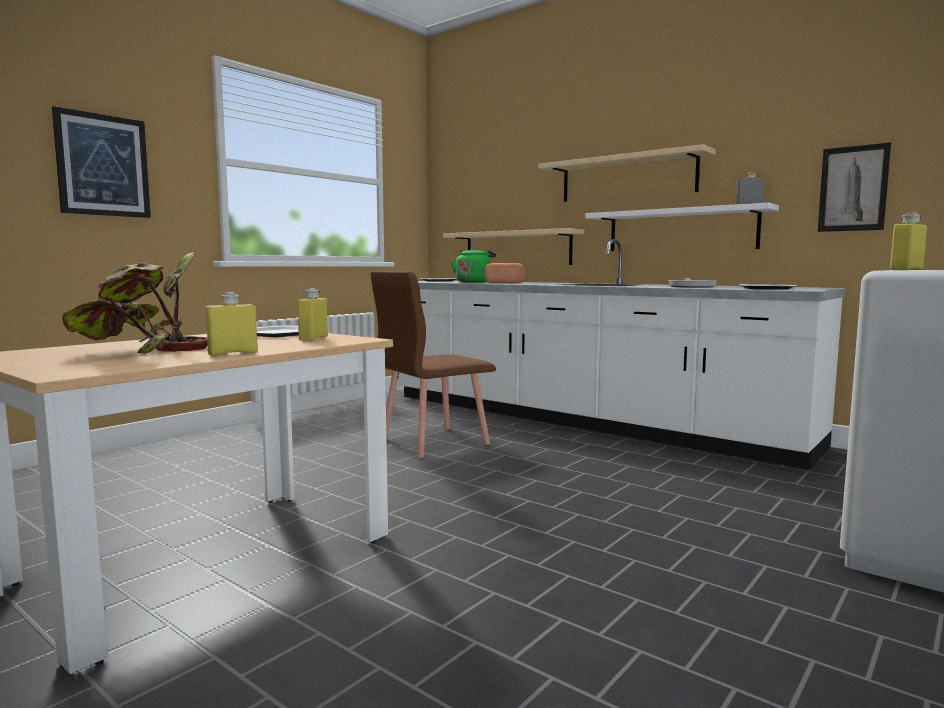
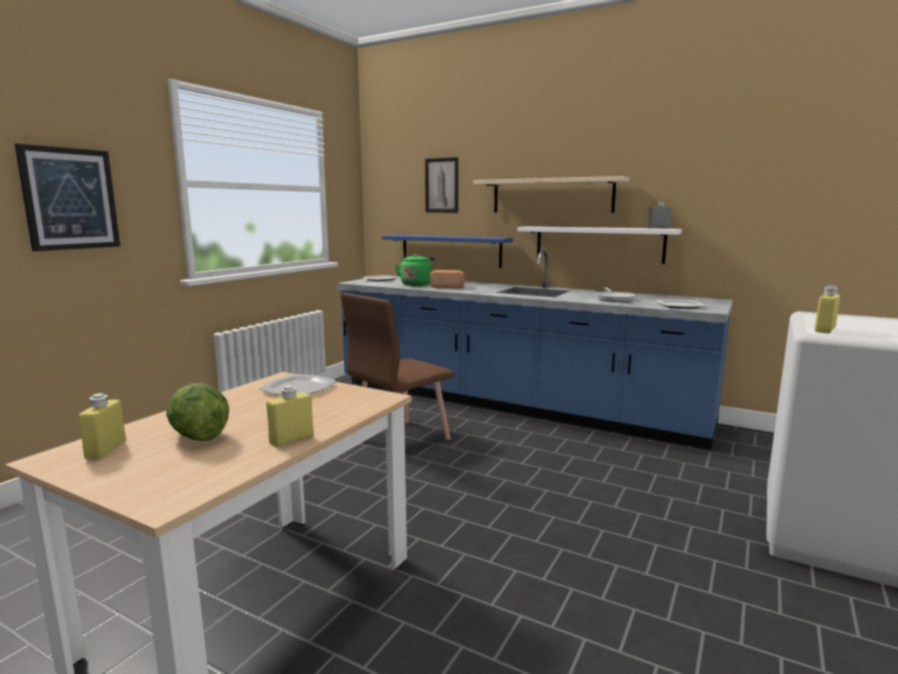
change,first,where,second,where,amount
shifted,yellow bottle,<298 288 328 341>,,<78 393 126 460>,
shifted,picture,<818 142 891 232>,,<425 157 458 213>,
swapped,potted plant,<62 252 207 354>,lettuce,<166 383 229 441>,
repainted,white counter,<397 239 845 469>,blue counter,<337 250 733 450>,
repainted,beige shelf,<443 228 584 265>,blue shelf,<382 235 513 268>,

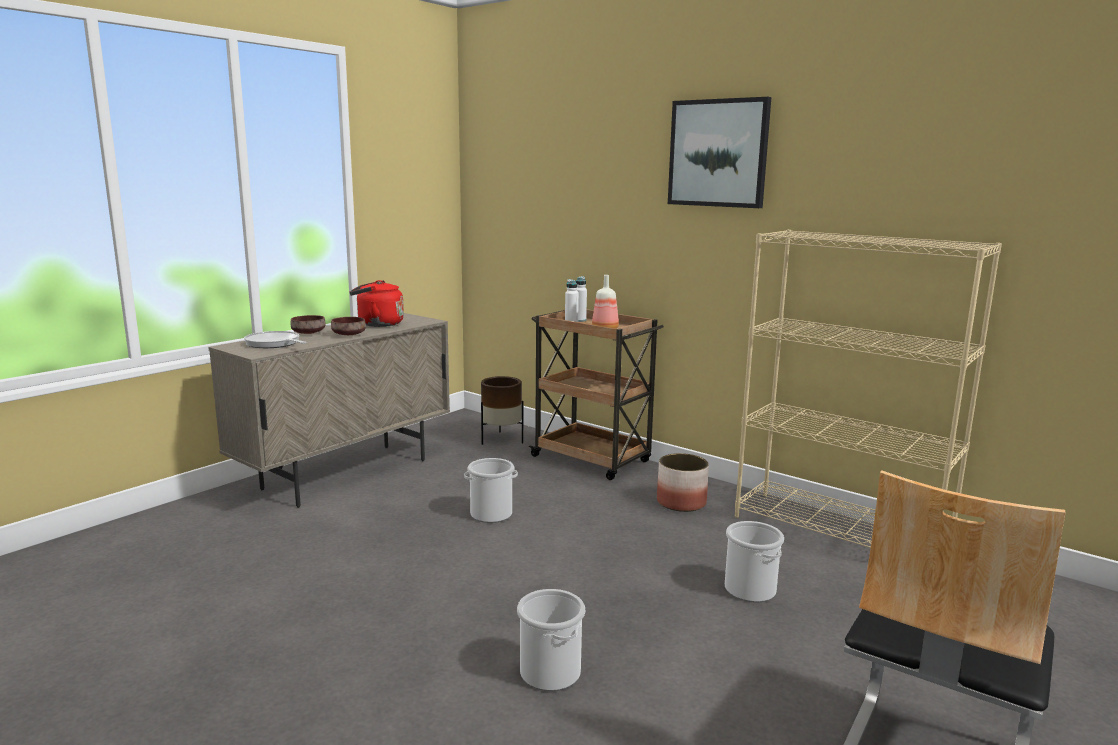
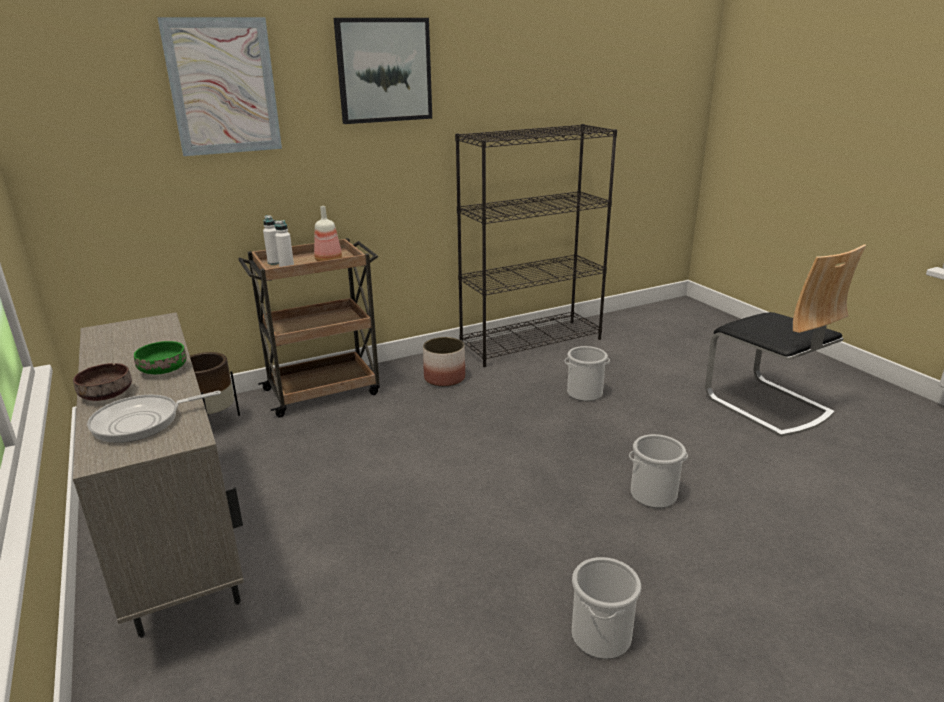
change,first,where,second,where,amount
gone,red kettle,<349 280 404 327>,,,
new,,,picture,<157 17 282 156>,
shifted,bucket,<464 458 518 523>,,<572 557 641 659>,
repainted,brown bowl,<331 317 366 335>,green bowl,<134 341 187 374>,
repainted,beige bookcase,<735 230 1002 548>,black bookcase,<455 124 617 367>,

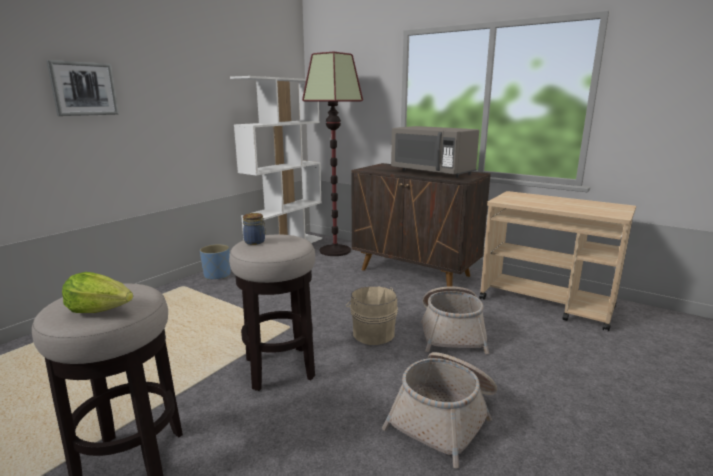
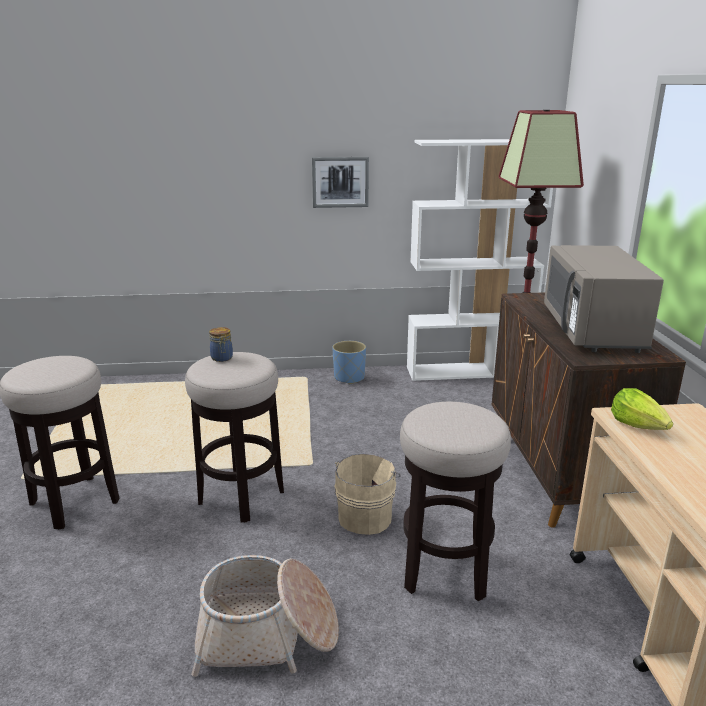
change,first,where,second,where,amount
shifted,picture,<46 60 119 116>,,<312 157 369 208>,
shifted,lettuce,<62 272 133 313>,,<611 388 673 430>,
swapped,basket,<421 287 489 354>,stool,<400 402 511 601>,

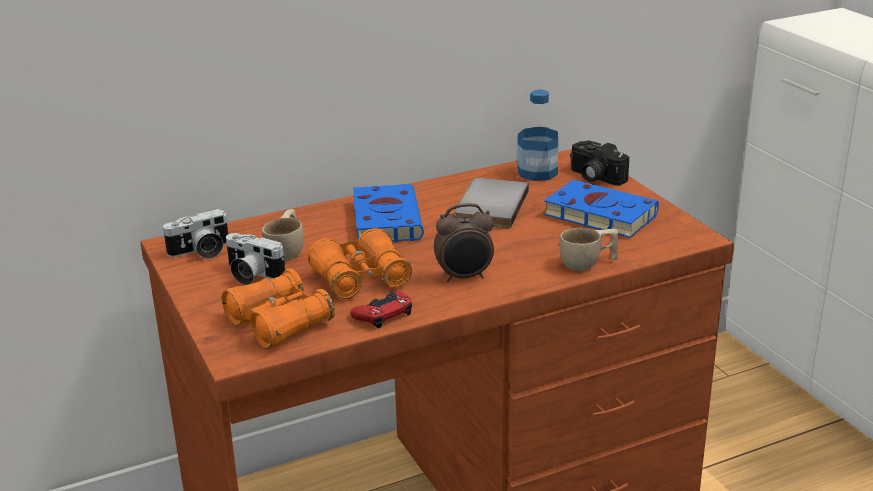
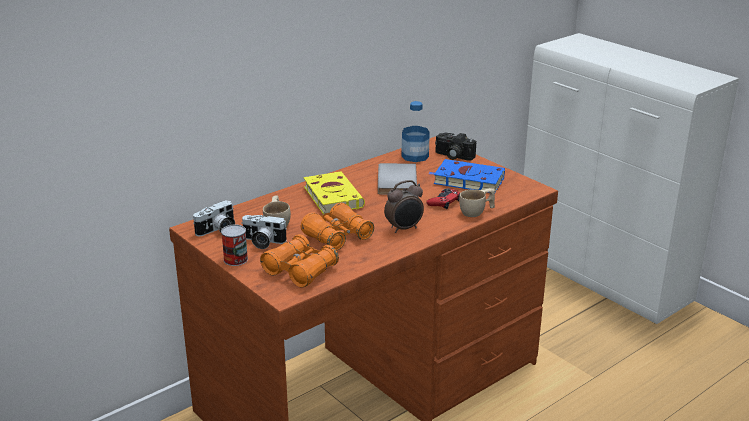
change,first,where,second,where,amount
new,,,can,<221 225 248 266>,
shifted,red game controller,<350 291 412 328>,,<426 188 460 209>,
repainted,blue book,<353 184 424 242>,yellow book,<303 172 365 214>,

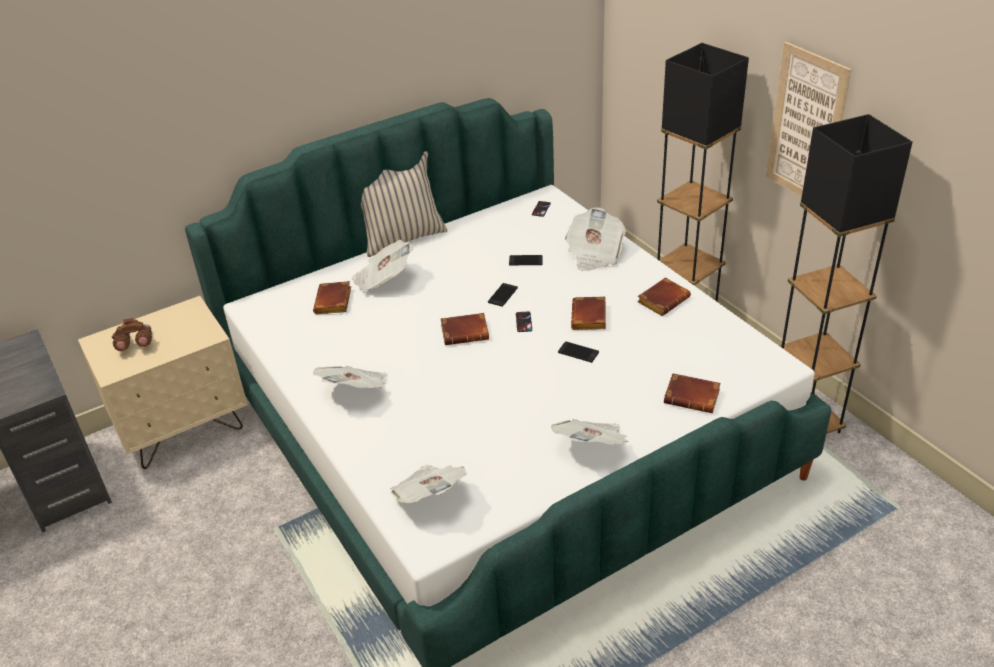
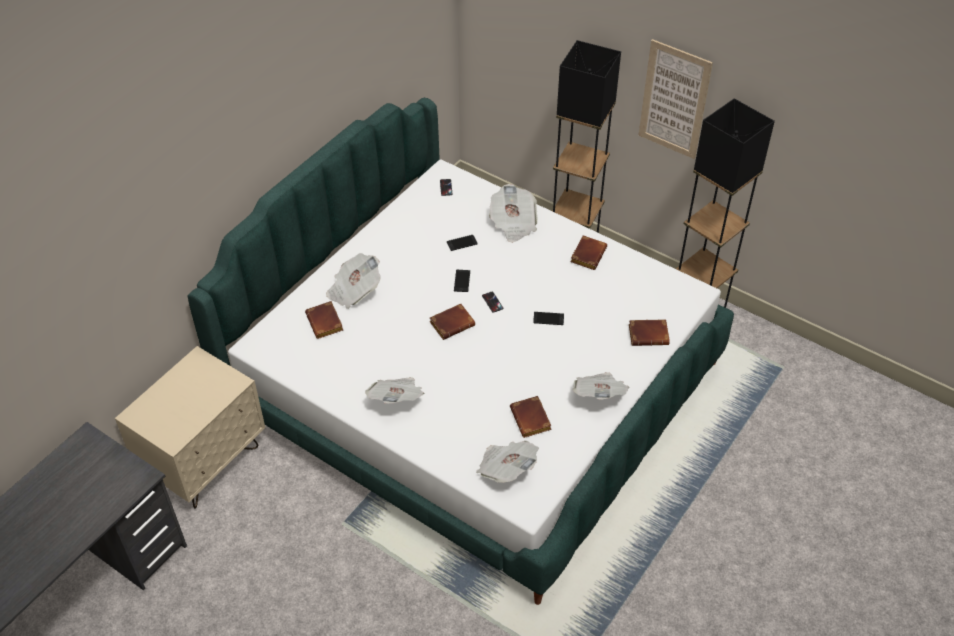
change,first,where,second,where,amount
gone,brown binoculars,<112 318 152 351>,,,
gone,beige pillow,<361 151 447 257>,,,
shifted,brown book,<571 296 606 330>,,<510 396 552 438>,

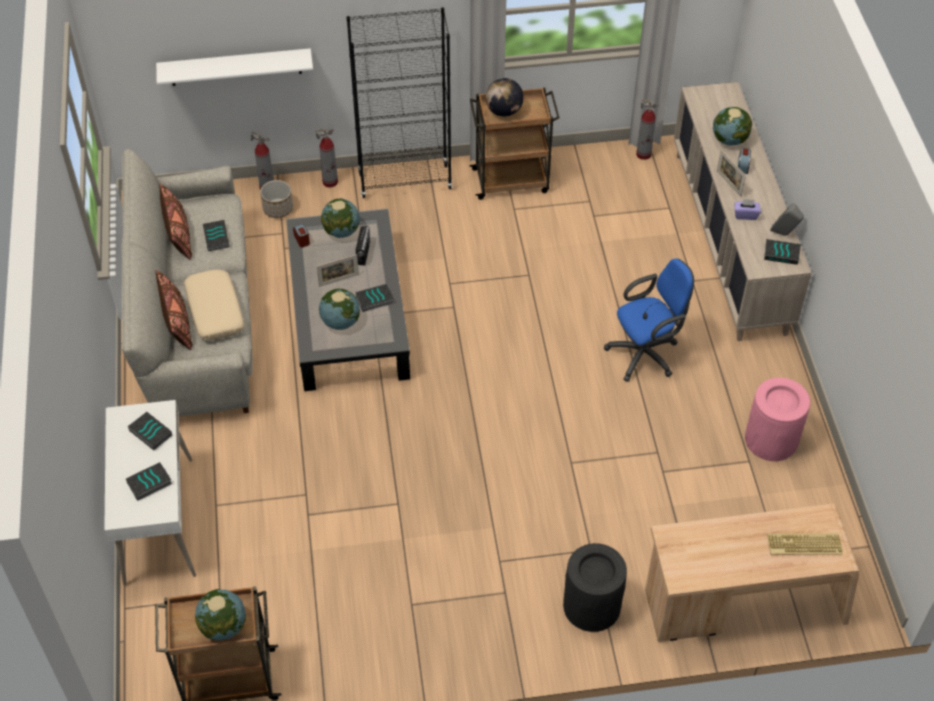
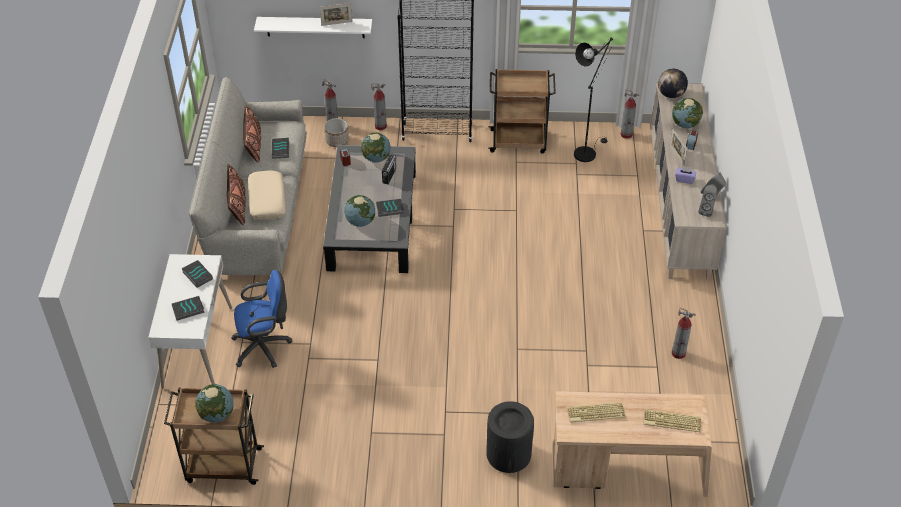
change,first,where,second,where,amount
new,,,keyboard,<566 402 626 422>,
new,,,black floor lamp,<574 38 614 162>,
shifted,picture frame,<316 254 359 287>,,<320 3 353 26>,
shifted,globe,<485 78 524 117>,,<658 69 688 98>,
shifted,blue office chair,<604 259 694 382>,,<231 270 293 368>,
swapped,pink trash can,<745 378 810 461>,fire extinguisher,<672 308 696 359>,
swapped,book,<764 239 801 265>,grey speaker,<698 184 717 217>,

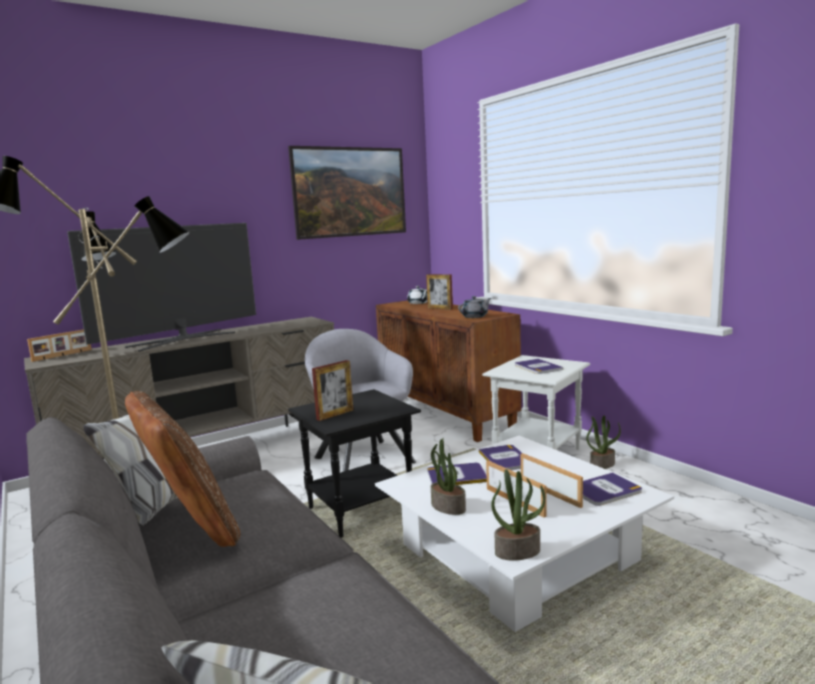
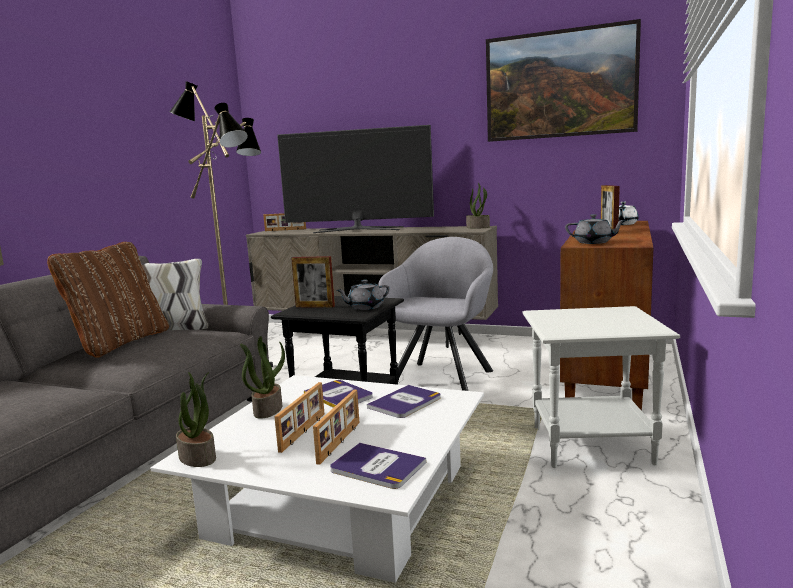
change,first,where,second,where,amount
gone,book,<515 359 563 374>,,,
new,,,grey teapot,<336 280 390 310>,
shifted,potted plant,<586 416 621 469>,,<466 183 490 228>,

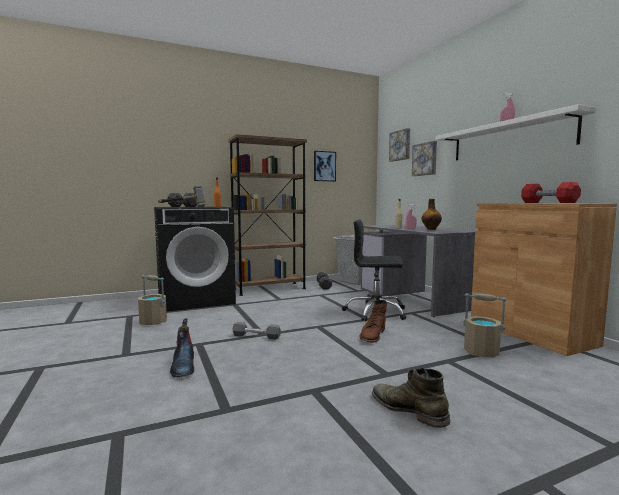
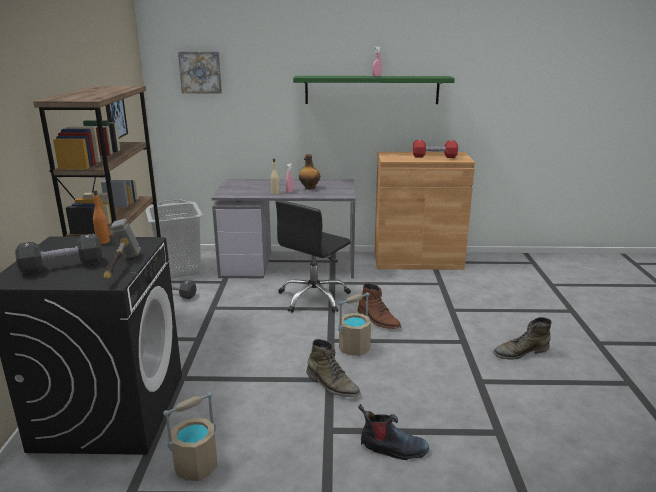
change,first,where,second,where,amount
gone,picture,<412 141 437 176>,,,
shifted,beige bucket,<463 293 506 357>,,<338 293 371 356>,
swapped,grey dumbbell,<232 322 281 339>,green boot,<306 339 361 397>,
repainted,white shelf,<436 104 596 161>,green shelf,<293 76 455 104>,

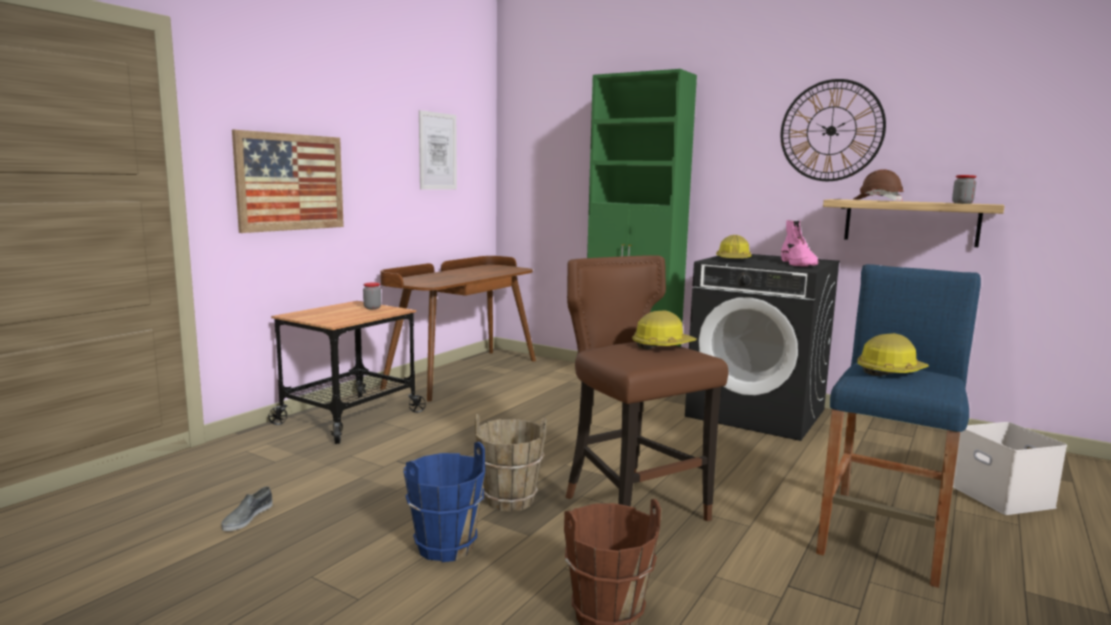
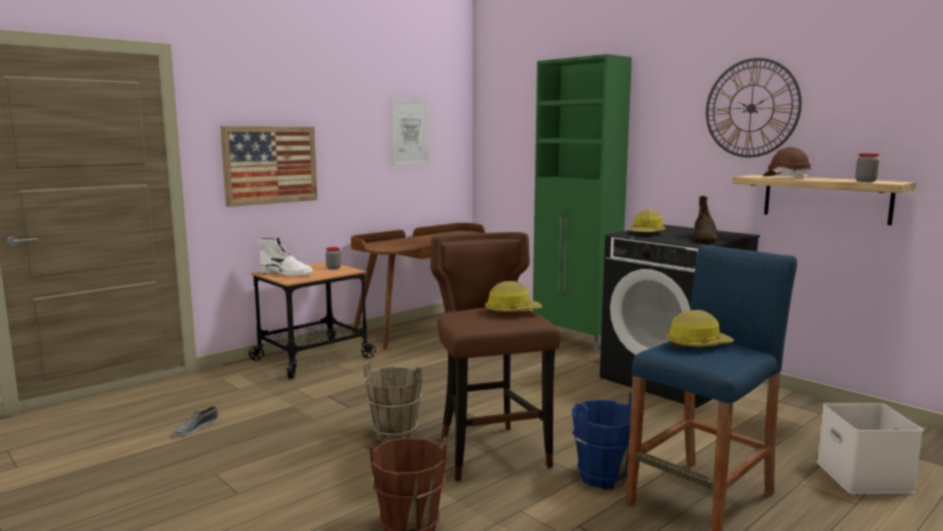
change,first,where,second,where,amount
new,,,white boot,<259 238 313 277>,
shifted,blue bucket,<403 442 485 562>,,<572 393 632 489>,
repainted,pink boot,<781 220 818 267>,brown boot,<693 196 719 241>,

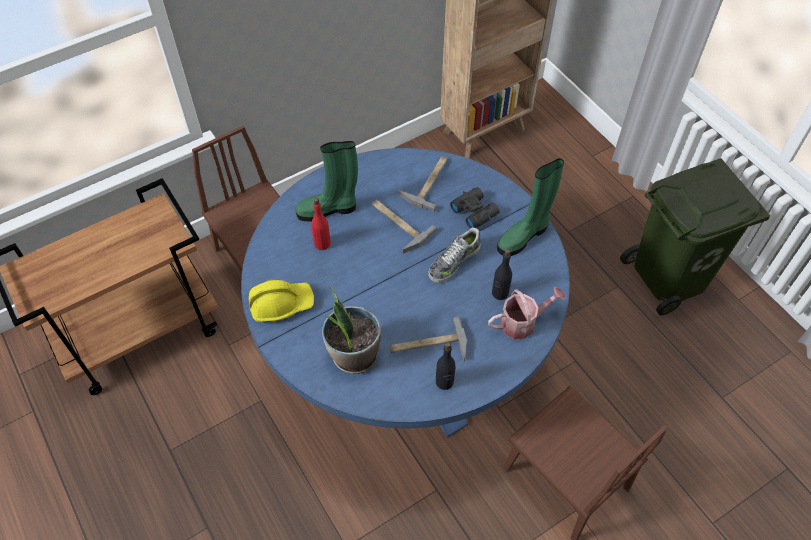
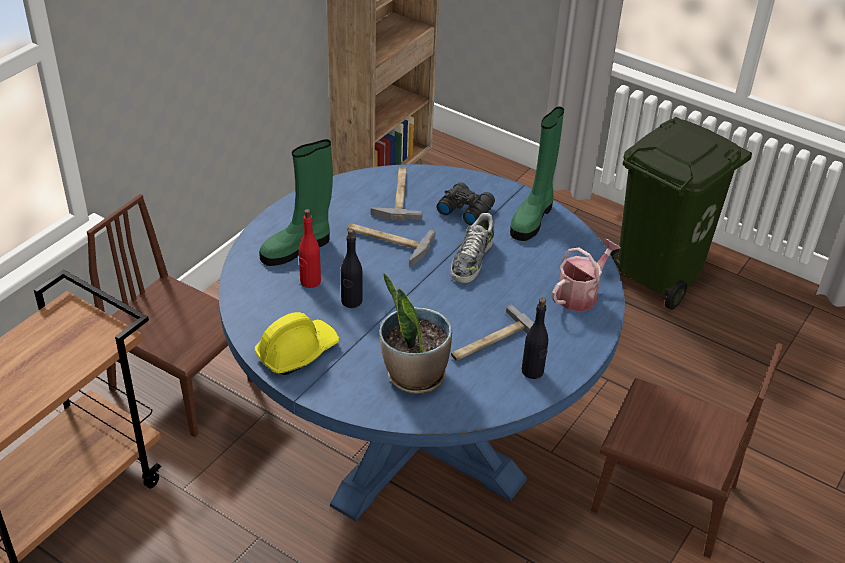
change,first,where,second,where,amount
shifted,black bottle,<492 249 512 300>,,<341 229 362 308>,

